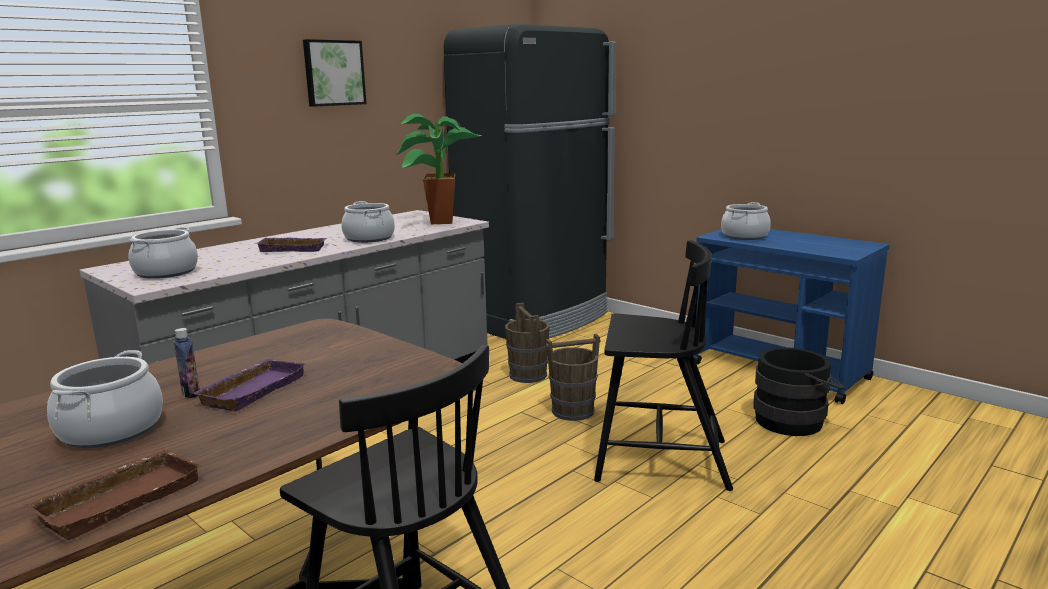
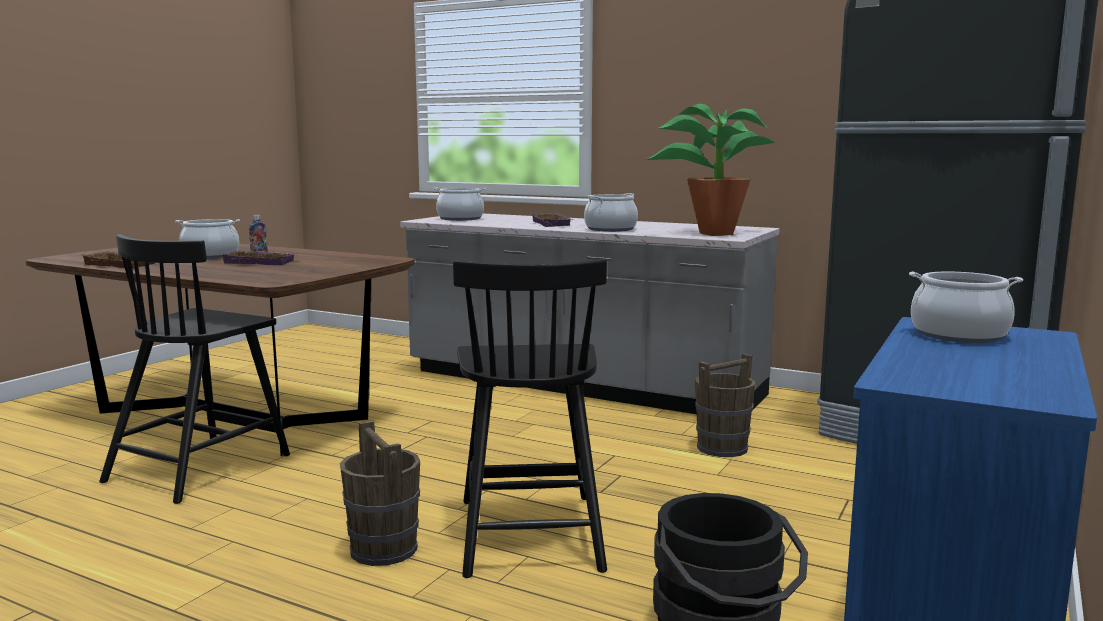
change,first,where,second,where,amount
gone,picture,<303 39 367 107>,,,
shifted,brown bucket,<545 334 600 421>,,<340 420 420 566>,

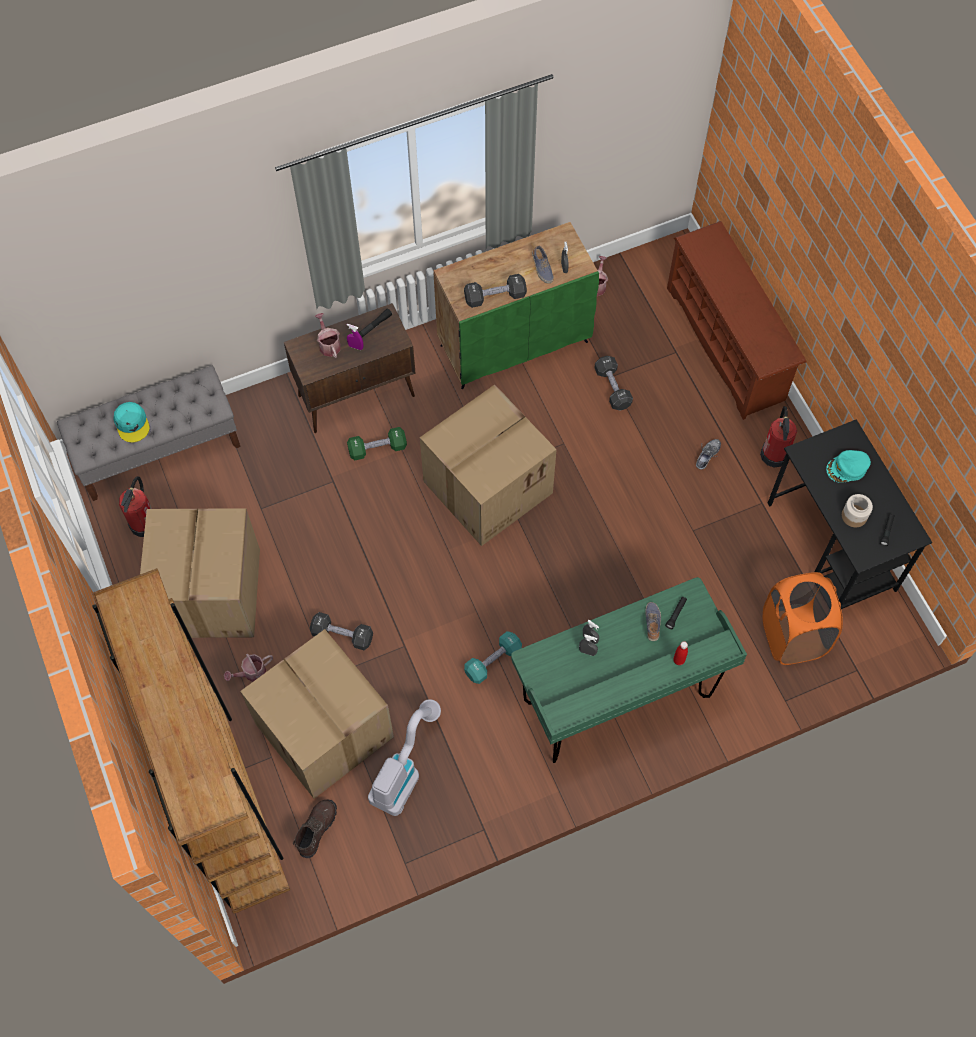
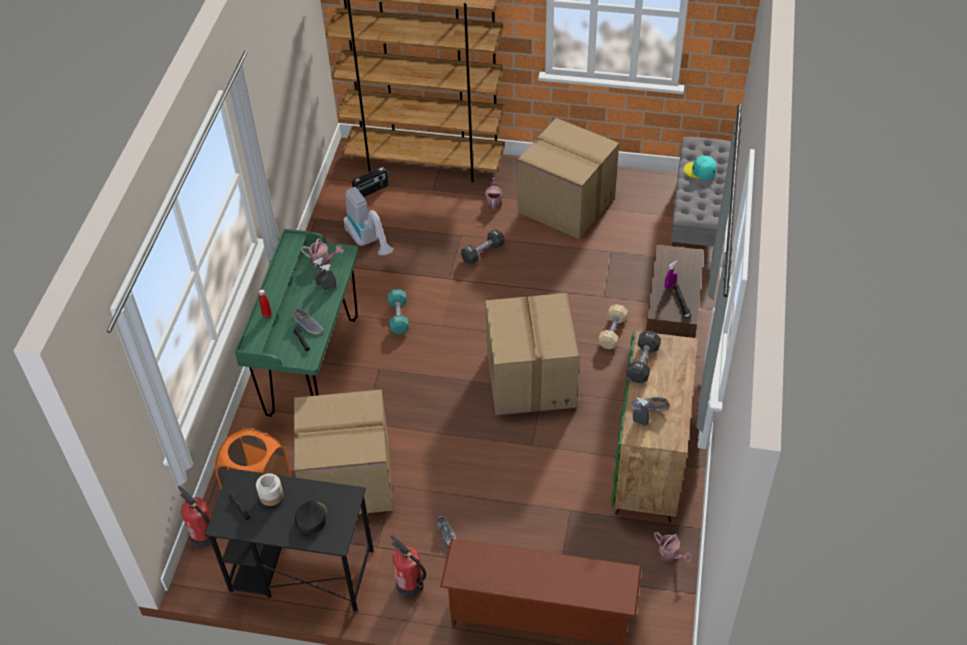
change,first,where,second,where,amount
gone,black dumbbell,<594 356 633 411>,,,
shifted,fire extinguisher,<119 476 152 537>,,<178 486 216 547>,
shifted,cardboard box,<240 629 394 799>,,<294 389 393 514>,
shifted,watering can,<315 313 341 358>,,<301 238 343 267>,
swapped,brown boot,<293 800 337 858>,radio,<352 167 388 197>,
repainted,green dumbbell,<347 427 407 461>,beige dumbbell,<598 304 628 349>,
repainted,turquoise cap,<826 450 871 483>,black cap,<295 501 328 534>,

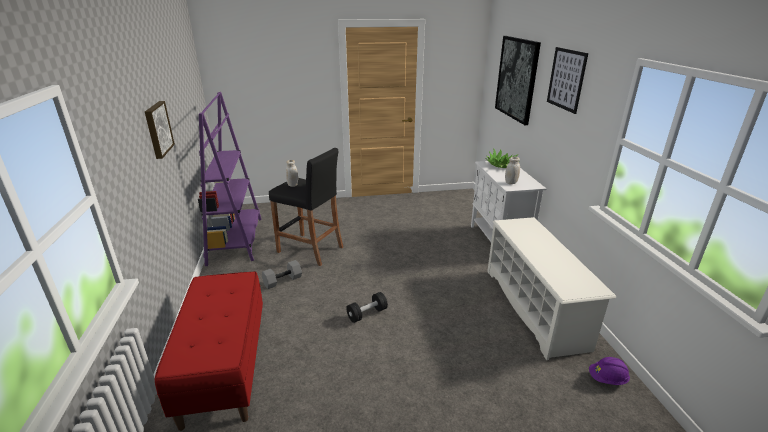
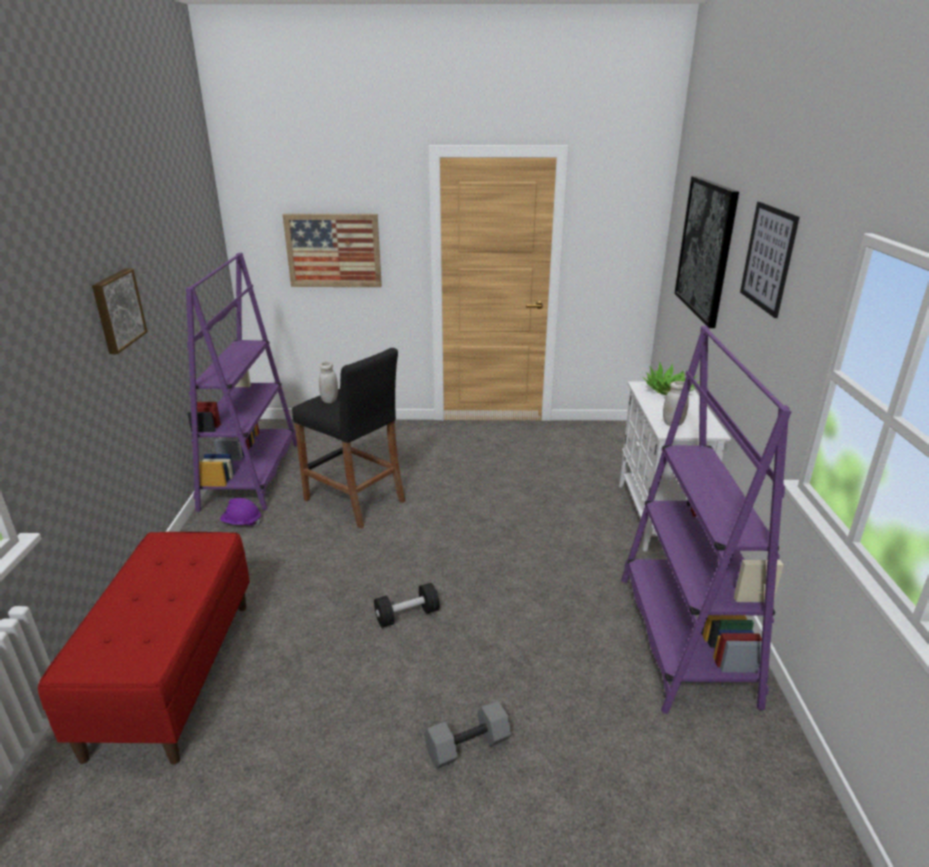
change,first,where,second,where,amount
new,,,picture,<282 214 382 287>,
shifted,grey dumbbell,<262 260 302 289>,,<424 700 512 769>,
shifted,purple hard hat,<589 357 630 385>,,<220 498 262 525>,
swapped,white shoe rack,<487 217 616 360>,purple bookcase,<621 326 791 714>,

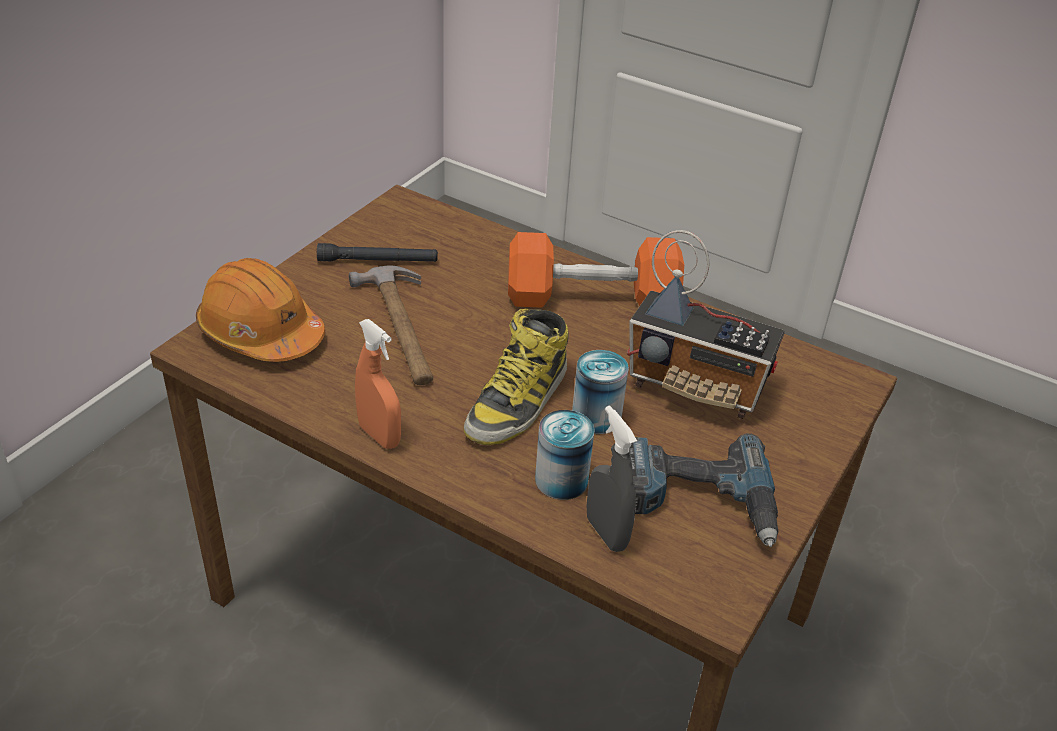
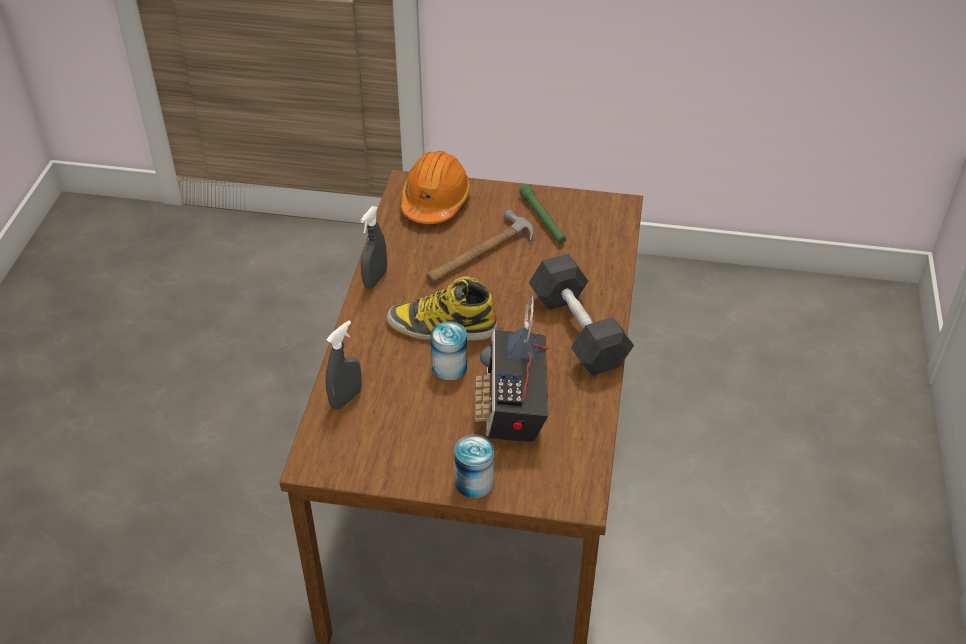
change,first,where,second,where,amount
gone,power drill,<629 433 778 547>,,,
shifted,can,<535 410 595 500>,,<454 435 494 498>,
repainted,black flashlight,<317 243 438 262>,green flashlight,<519 185 566 244>,
repainted,orange spray bottle,<355 319 401 449>,grey spray bottle,<360 206 387 289>,
repainted,orange dumbbell,<508 232 684 308>,black dumbbell,<529 254 634 376>,

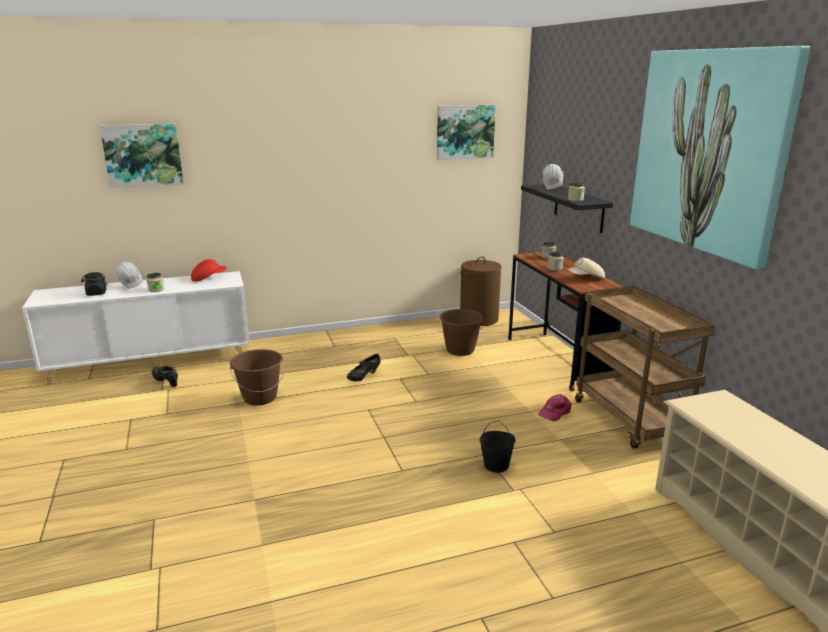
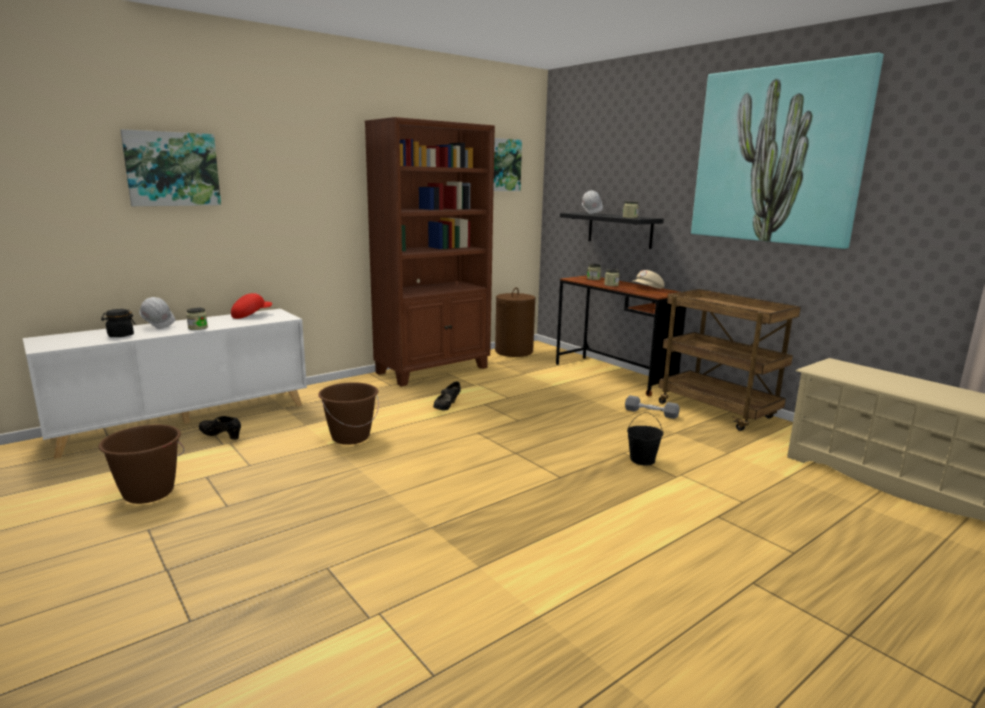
change,first,where,second,where,amount
new,,,brown bookcase,<365 117 495 386>,
shifted,brown bucket,<440 309 484 356>,,<98 425 184 504>,
swapped,pink cap,<538 394 571 421>,grey dumbbell,<625 395 680 419>,

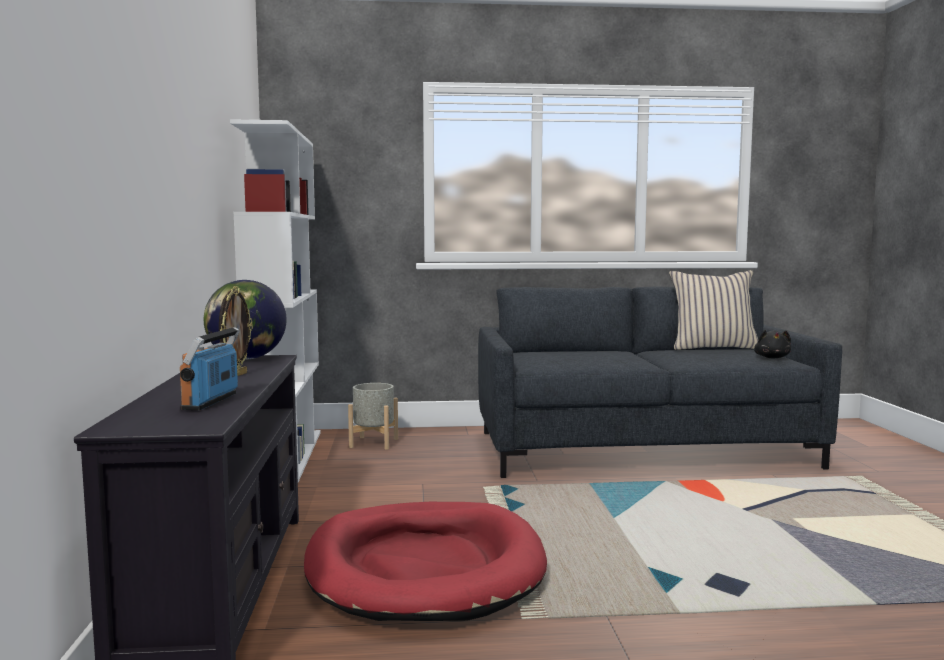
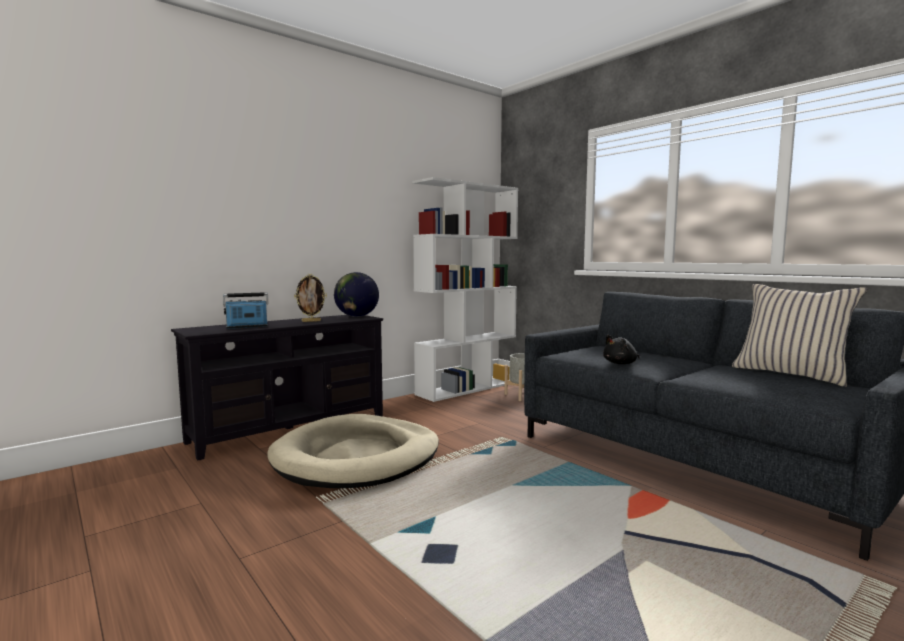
change,first,where,second,where,amount
shifted,black plush toy,<754 329 791 359>,,<603 335 640 364>,
repainted,red dog bed,<304 502 547 621>,beige dog bed,<268 414 439 488>,

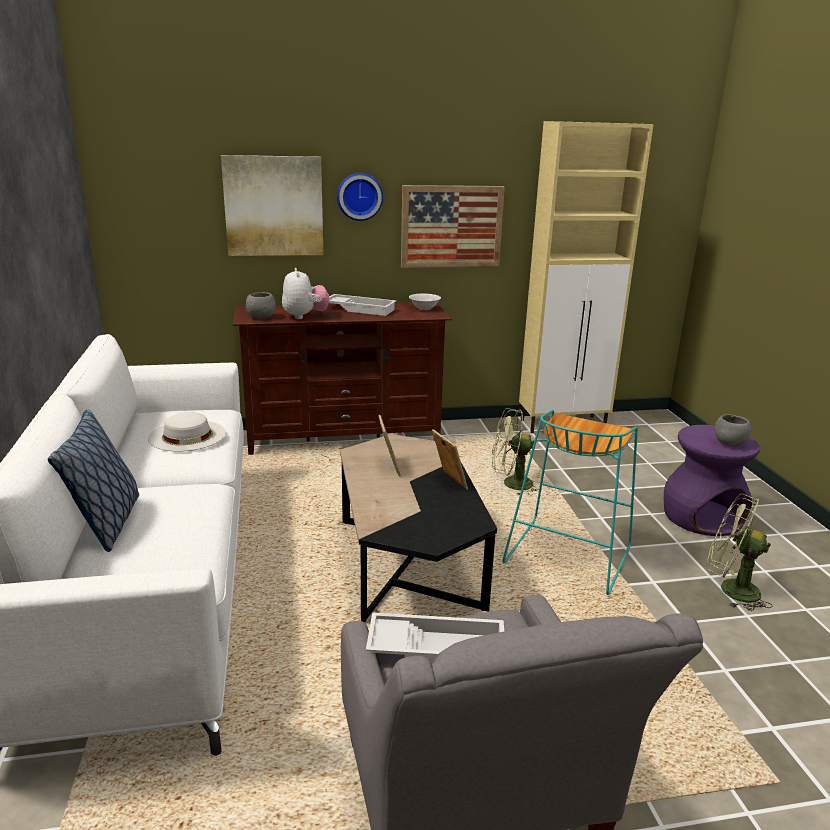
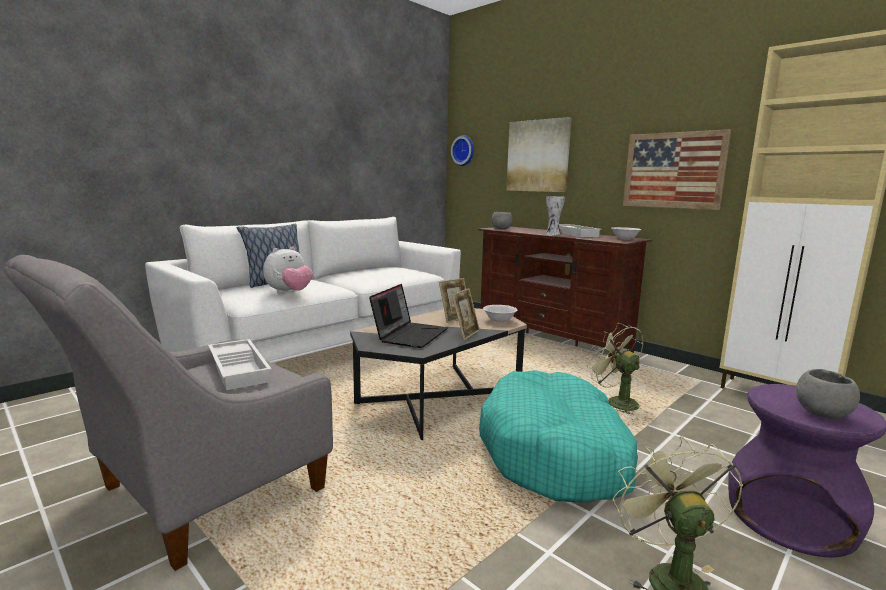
change,first,where,second,where,amount
gone,white hat,<148 412 226 452>,,,
new,,,laptop,<369 284 448 348>,
new,,,white bowl,<483 305 518 323>,
new,,,vase,<546 196 565 235>,
shifted,plush toy,<282 268 329 319>,,<263 246 313 294>,
shifted,wall clock,<337 173 383 221>,,<451 135 474 166>,
swapped,turquoise stool,<503 410 638 595>,turquoise dog bed,<479 370 638 502>,

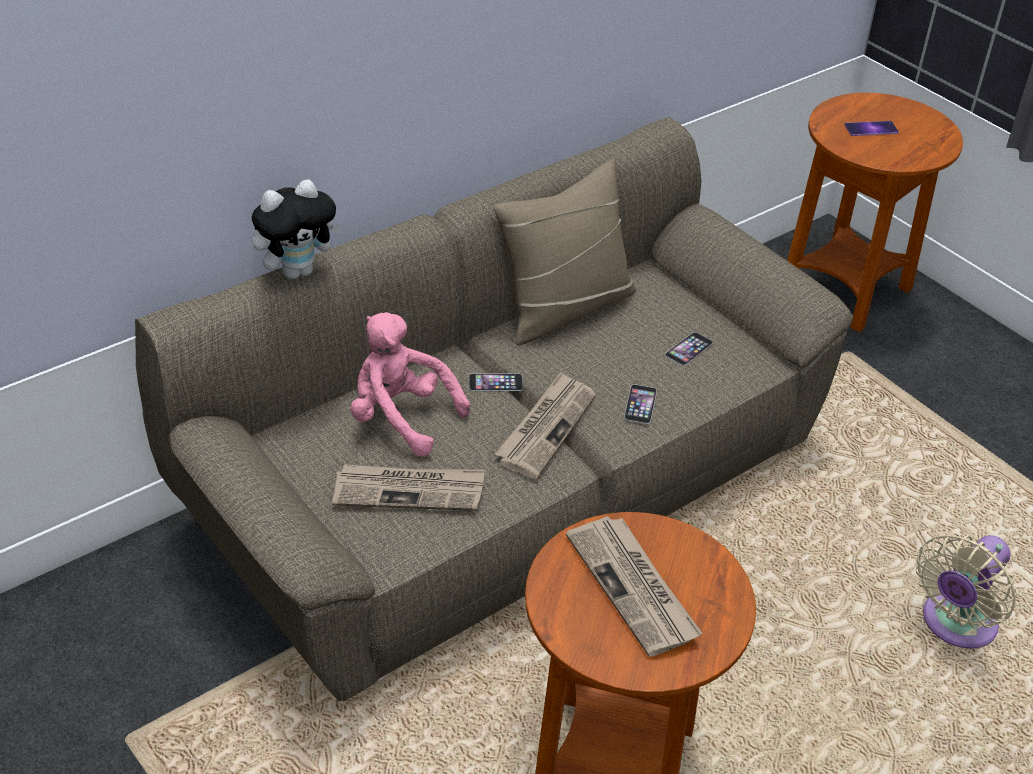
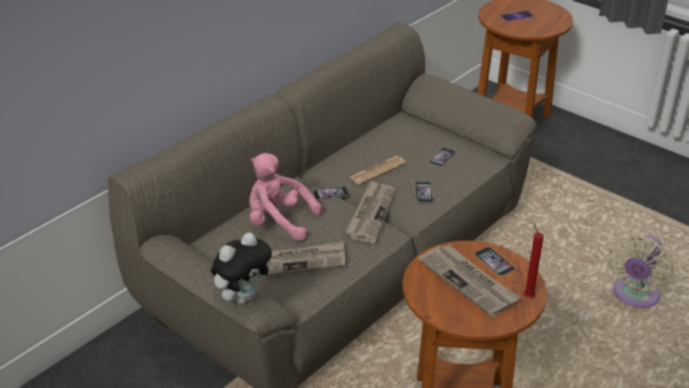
change,first,where,second,where,amount
gone,beige pillow,<493 159 636 345>,,,
new,,,newspaper,<350 156 406 185>,
new,,,phone,<474 247 515 276>,
new,,,red candle,<524 223 544 298>,
shifted,plush toy,<252 179 343 279>,,<211 232 272 304>,

